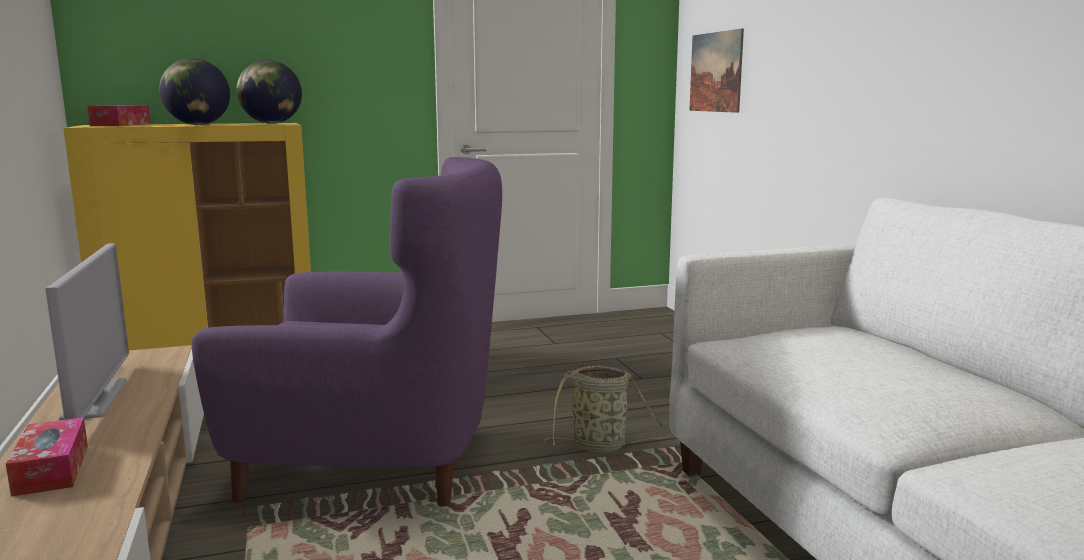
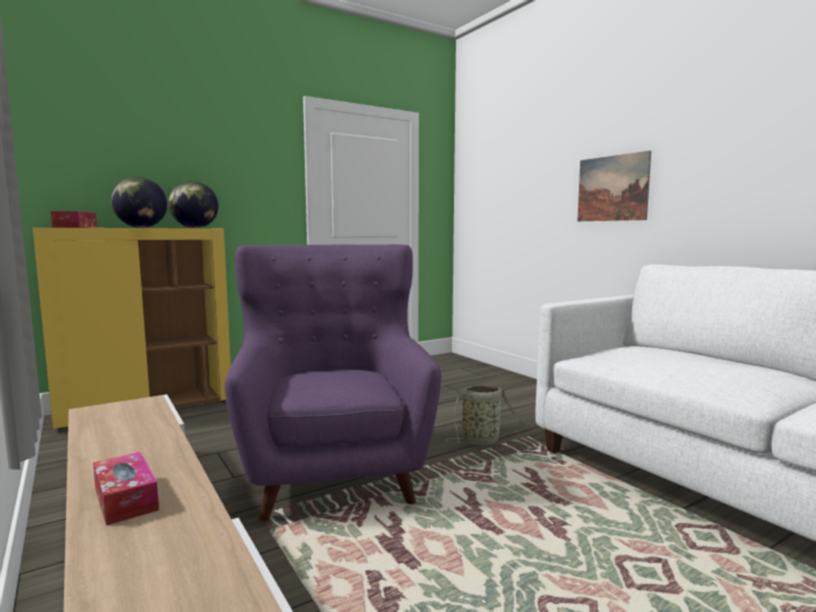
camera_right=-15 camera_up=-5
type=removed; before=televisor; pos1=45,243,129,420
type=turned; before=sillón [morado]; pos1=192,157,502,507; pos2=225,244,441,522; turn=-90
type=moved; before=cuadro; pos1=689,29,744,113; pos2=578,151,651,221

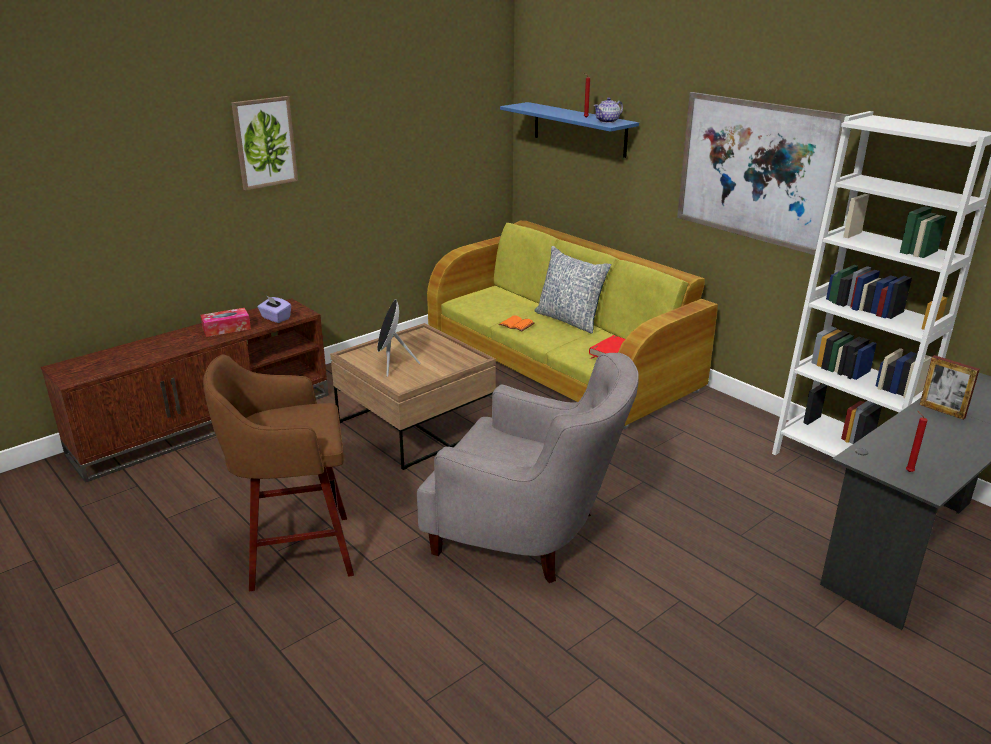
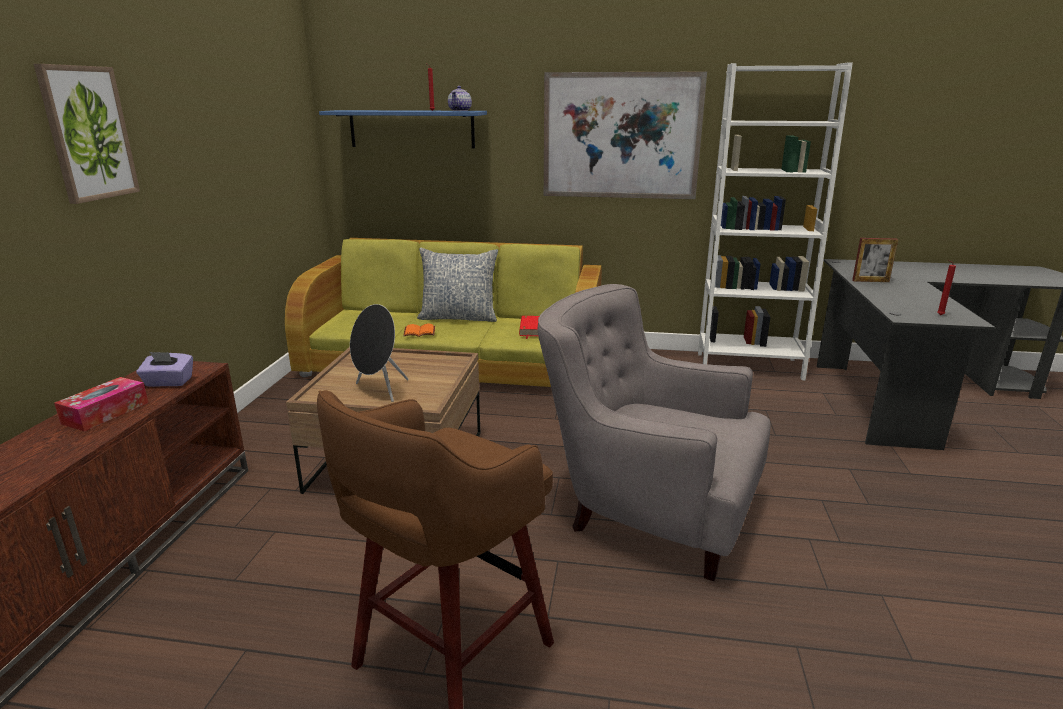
camera_right=-40 camera_up=-5
type=turned; before=sillón [gris]; pos1=417,353,639,583; pos2=538,284,770,581; turn=-135

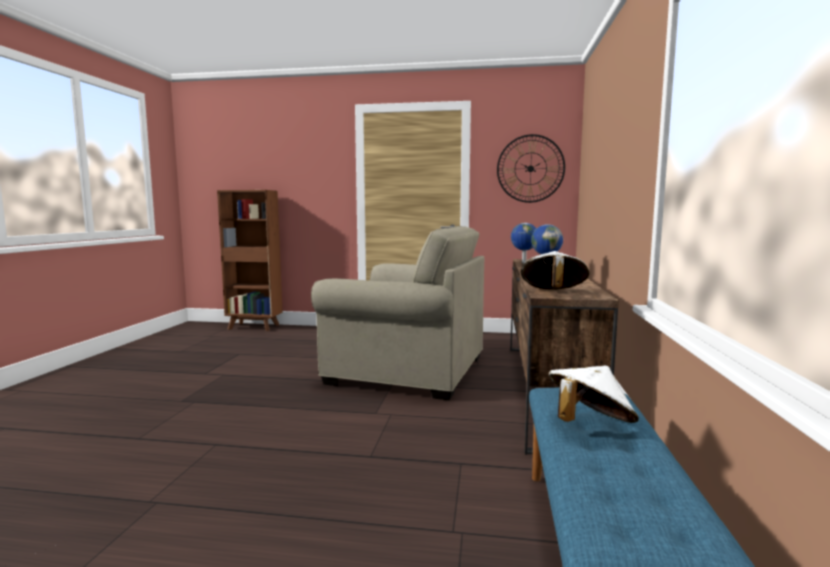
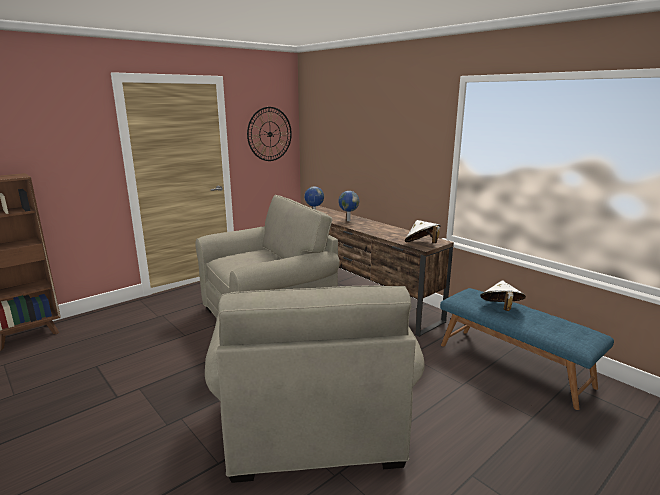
camera_right=-50 camera_up=10
type=added; after=sillón [beis]; pos2=205,285,425,483

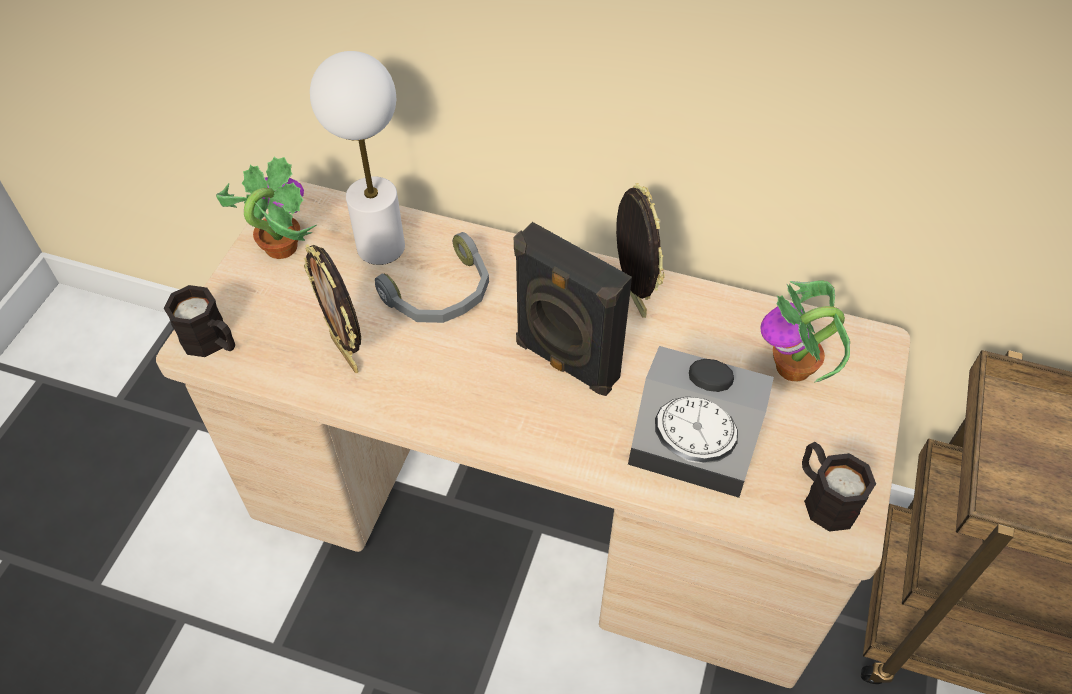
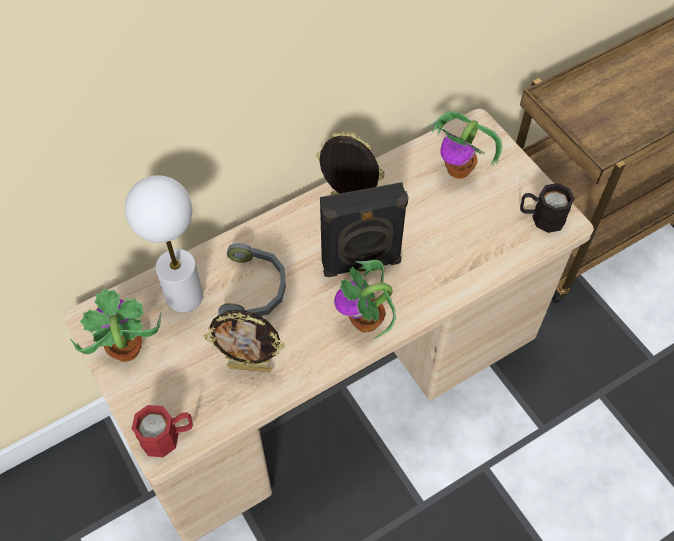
camera_right=-50 camera_up=5
type=recoloured; before=taza grande [negro]; after=taza grande [rojo]; pos1=164,285,235,357; pos2=132,405,193,457
type=removed; before=despertador; pos1=628,346,774,498
type=added; after=planta en maceta; pos2=334,260,396,339

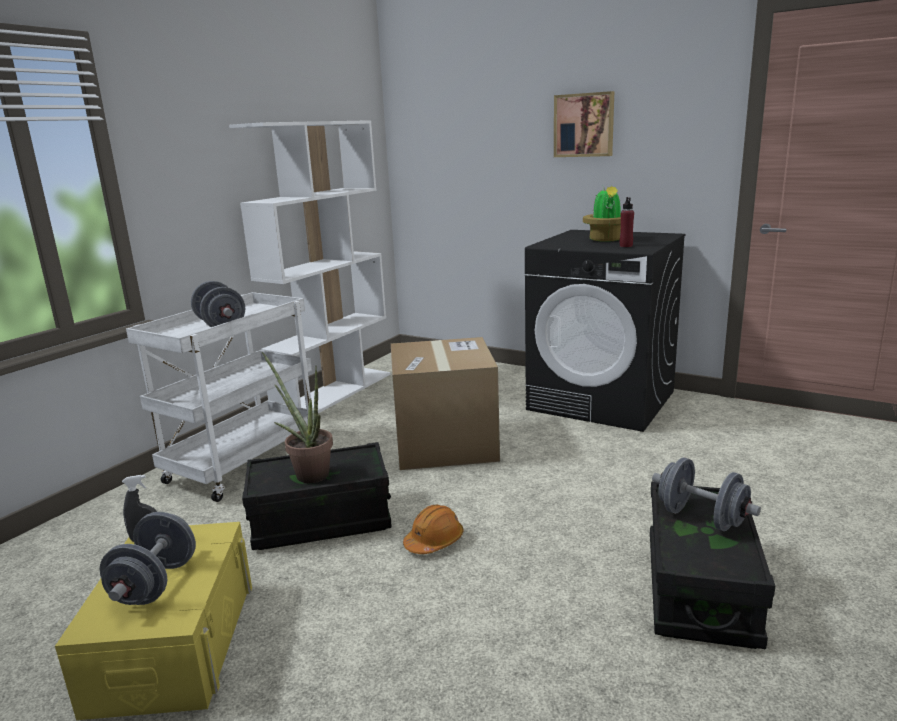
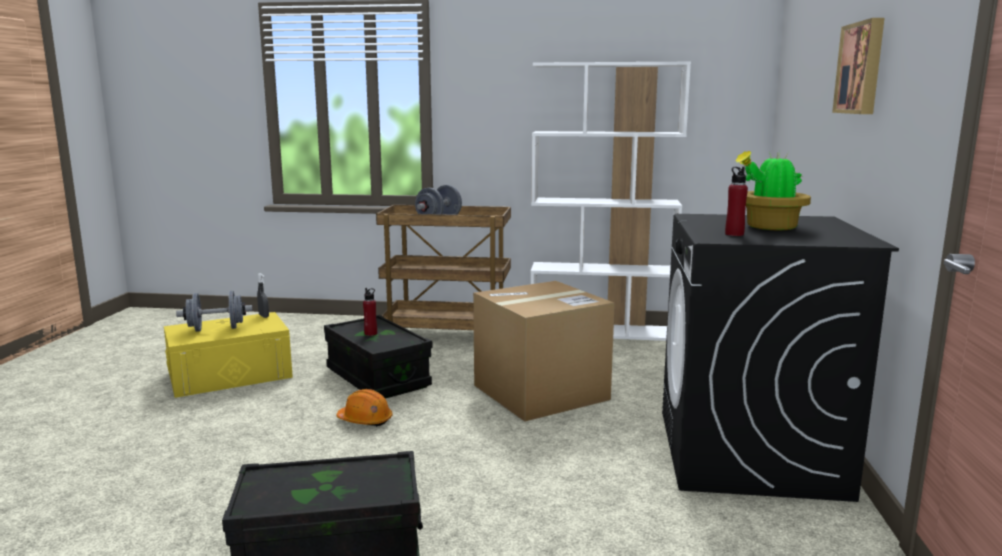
camera_right=65 camera_up=-5
type=recoloured; before=carrito [blanco]; after=carrito [marrón]; pos1=126,292,313,502; pos2=376,205,511,330
type=replaced; before=planta en maceta; after=botella [rojo]; pos1=262,352,333,483; pos2=363,288,377,336
type=removed; before=mancuerna [gris]; pos1=652,457,761,531

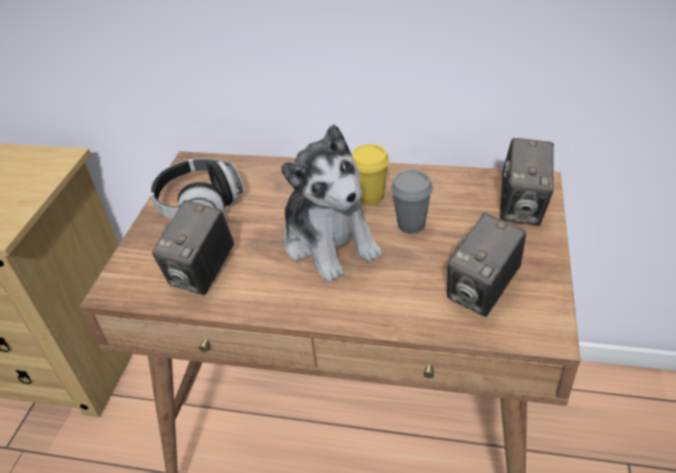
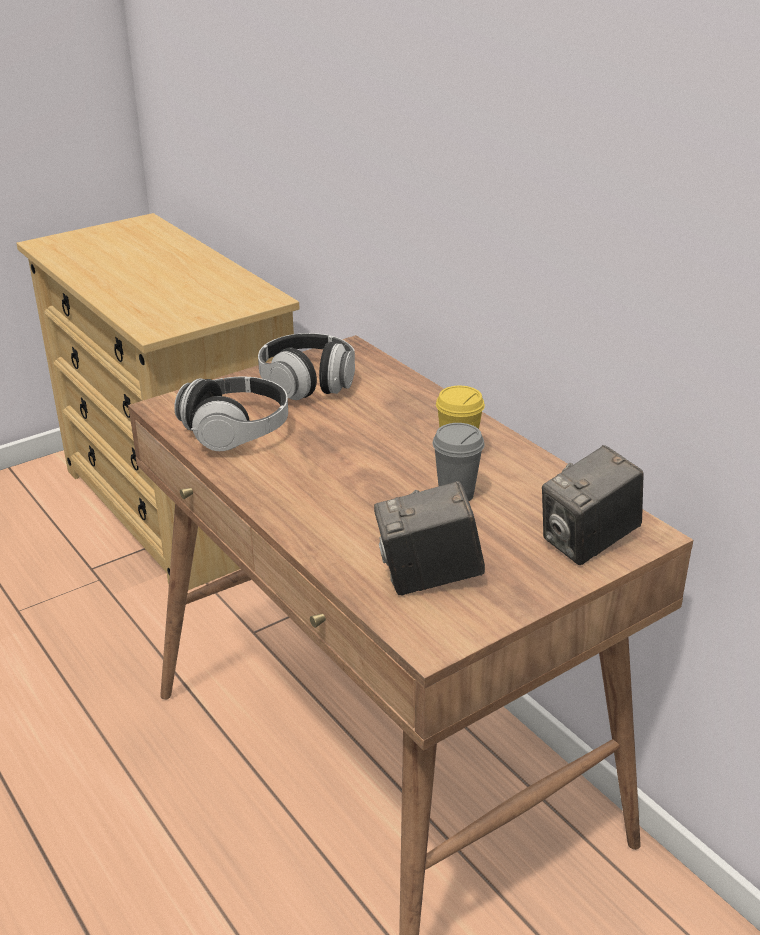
camera_right=40 camera_up=-10
type=replaced; before=cámara; after=auriculares; pos1=152,200,234,295; pos2=174,377,288,451
type=removed; before=peluche; pos1=281,124,383,282

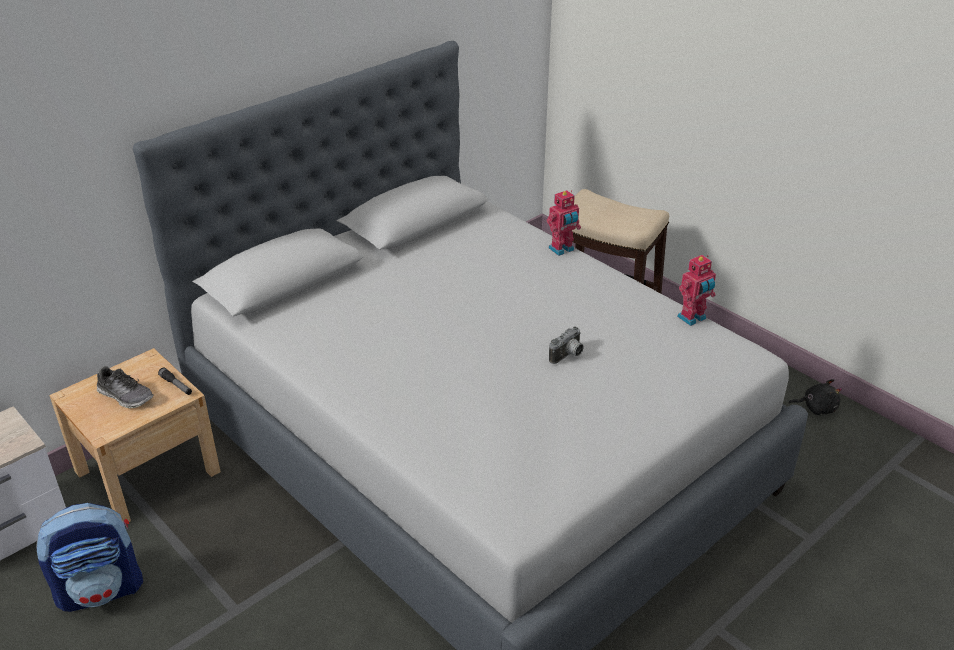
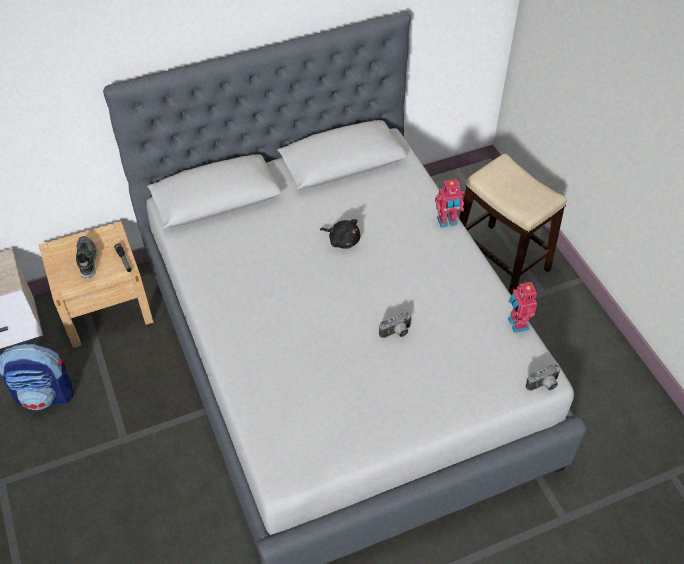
camera_right=20 camera_up=15
type=turned; before=zapato; pos1=97,366,153,408; pos2=76,236,98,279; turn=-150
type=turned; before=robot de juguete; pos1=677,255,716,326; pos2=508,281,537,333; turn=90
type=moved; before=peluche [negro]; pos1=788,379,842,415; pos2=320,219,360,249
type=added; after=cámara; pos2=526,364,561,391

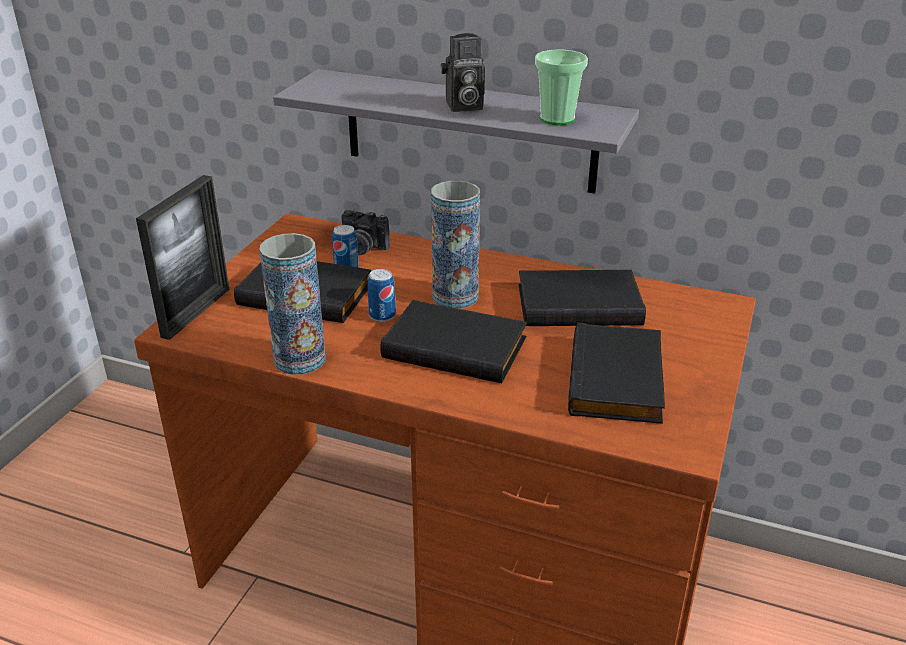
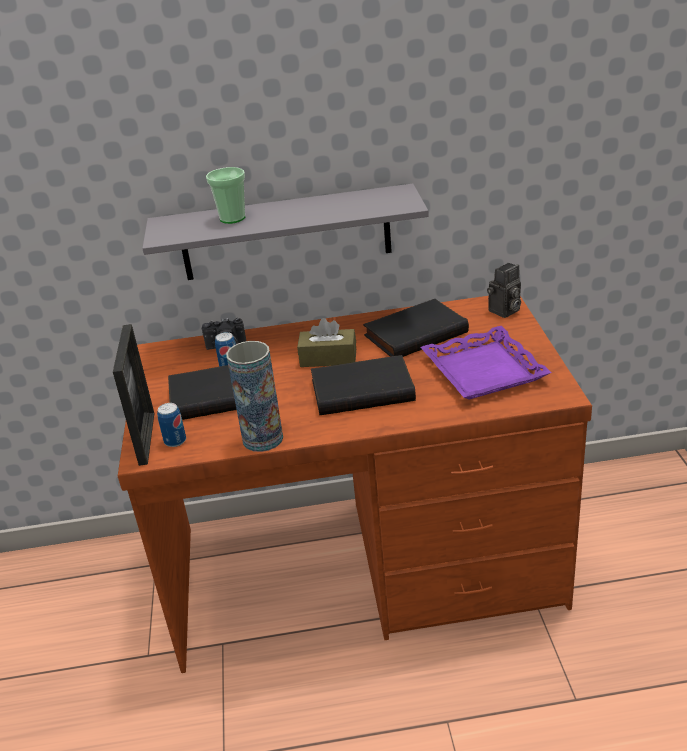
camera_right=-25 camera_up=0
type=moved; before=lata; pos1=367,269,396,322; pos2=157,403,186,447
type=replaced; before=florero; after=caja de pañuelos [marrón]; pos1=431,181,480,309; pos2=297,318,356,367
type=moved; before=cámara; pos1=441,33,485,112; pos2=487,263,521,318
type=moved; before=taza; pos1=535,49,588,125; pos2=206,167,245,224
type=replaced; before=libro [negro]; after=bandeja [morado]; pos1=568,322,665,424; pos2=420,326,552,400

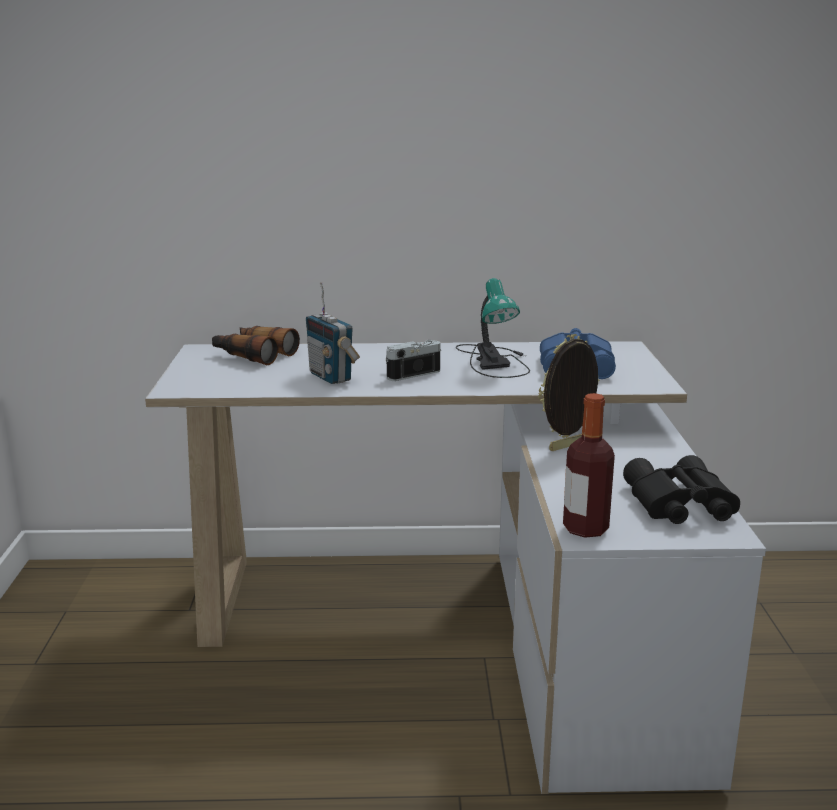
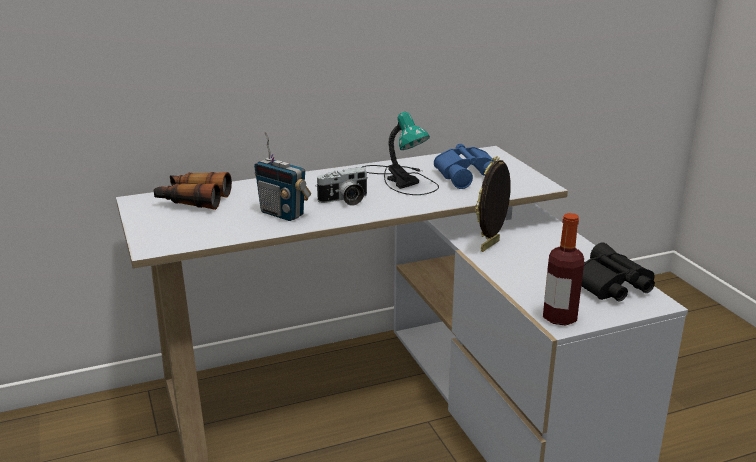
camera_right=-20 camera_up=5
type=turned; before=cámara; pos1=386,340,441,381; pos2=316,167,368,206; turn=-150

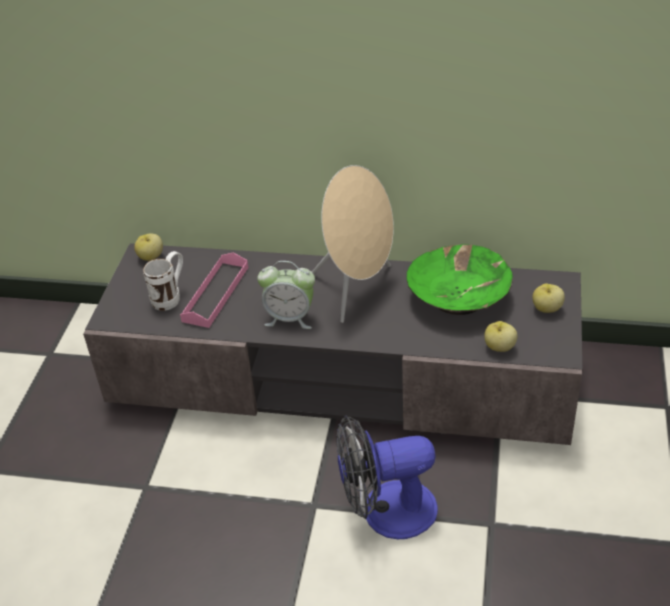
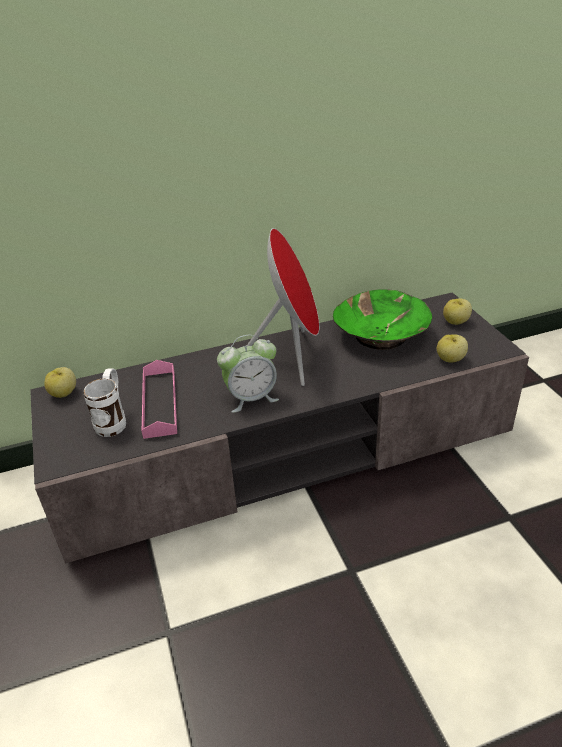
camera_right=-30 camera_up=-5
type=recoloured; before=altavoz [beis]; after=altavoz [rojo]; pos1=312,165,394,323; pos2=247,228,320,386
type=removed; before=ventilador; pos1=336,415,438,539

